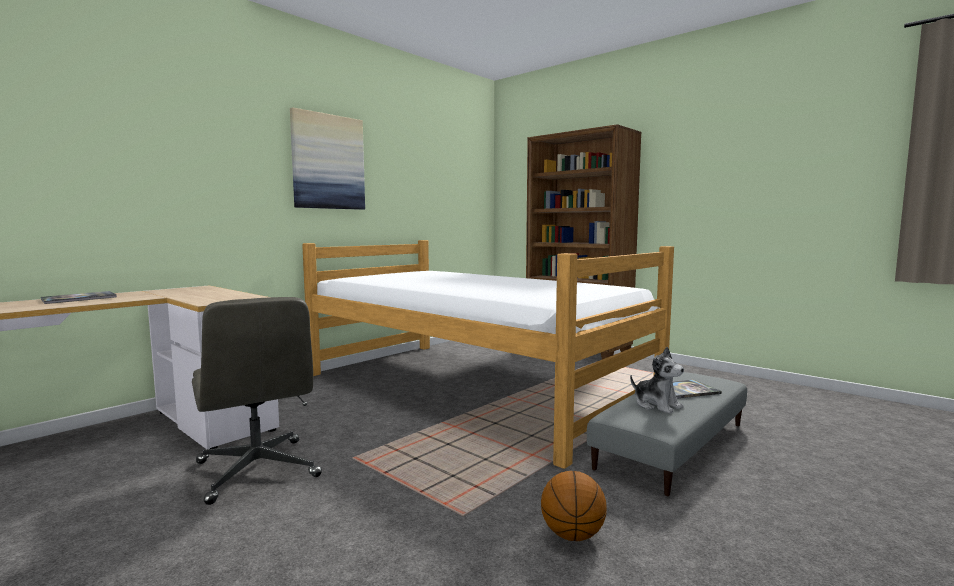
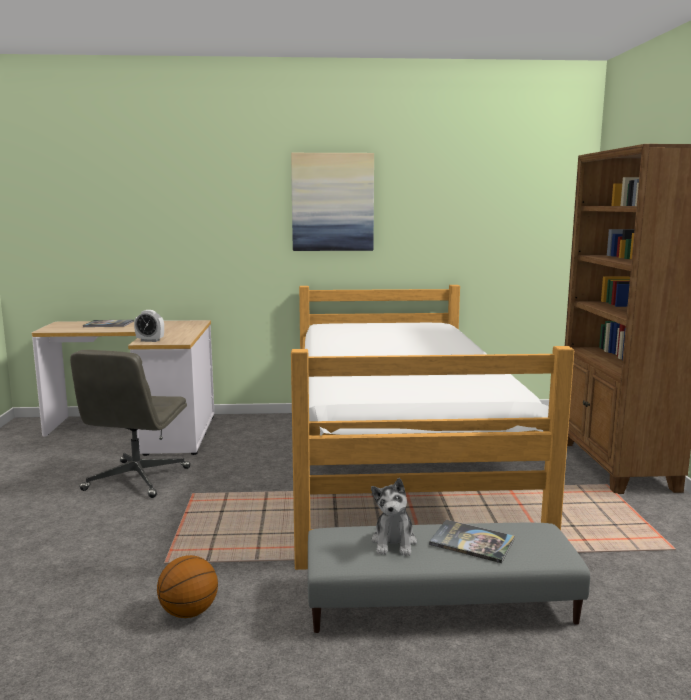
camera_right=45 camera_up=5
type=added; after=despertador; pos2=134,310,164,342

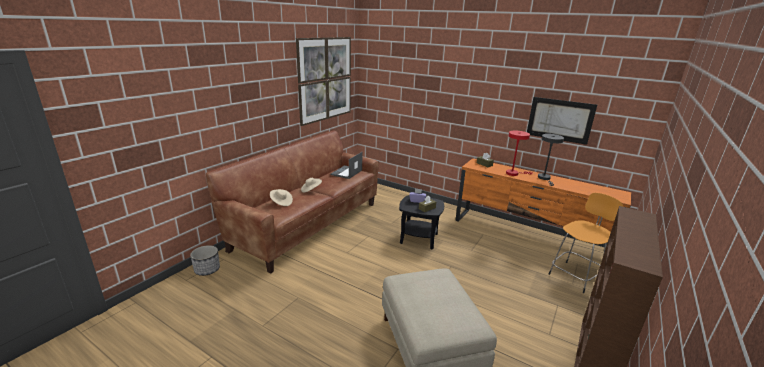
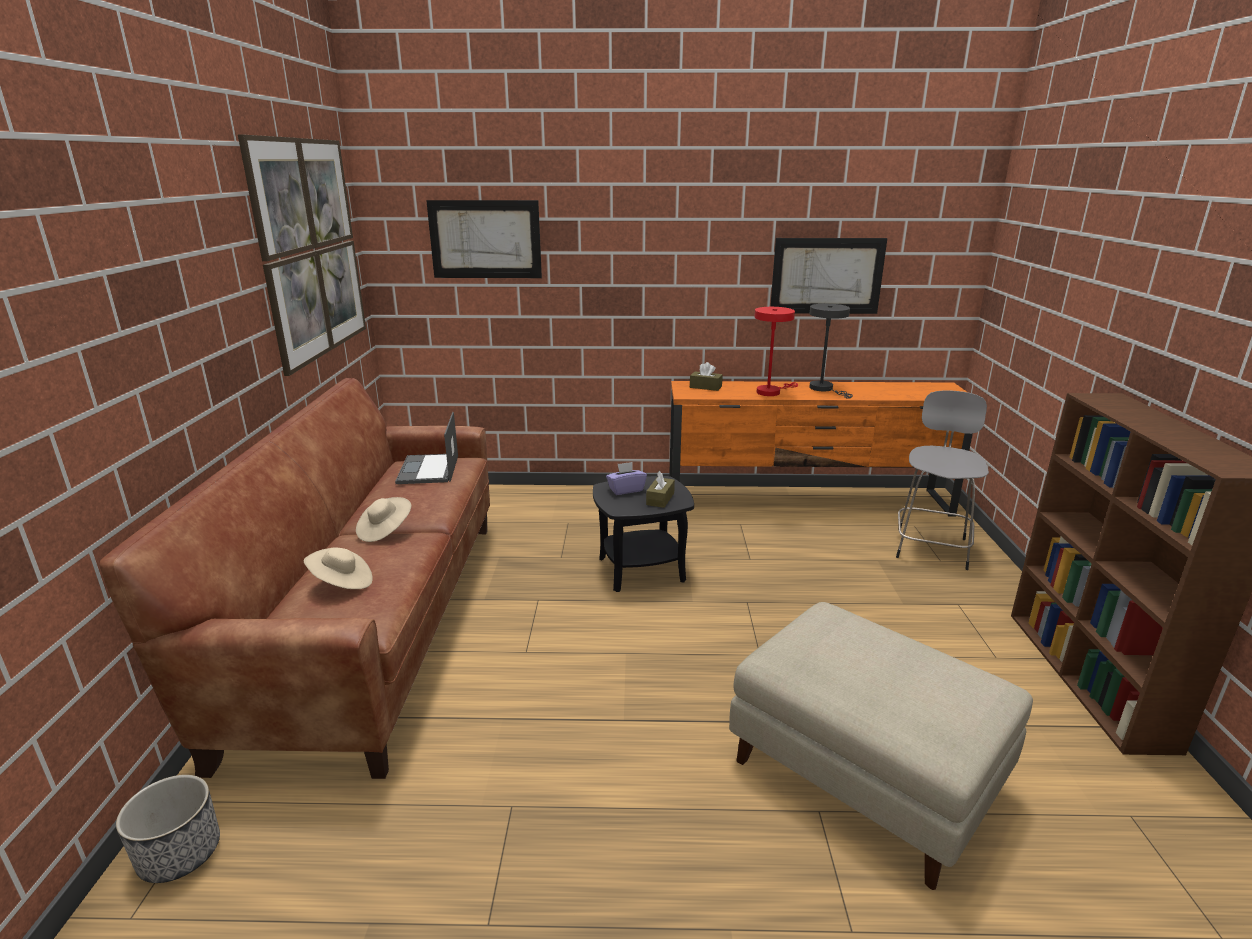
camera_right=-30 camera_up=0
type=recoloured; before=taburete [naranja]; after=taburete [gris]; pos1=549,193,623,293; pos2=896,390,989,570
type=added; after=cuadro; pos2=426,200,542,278

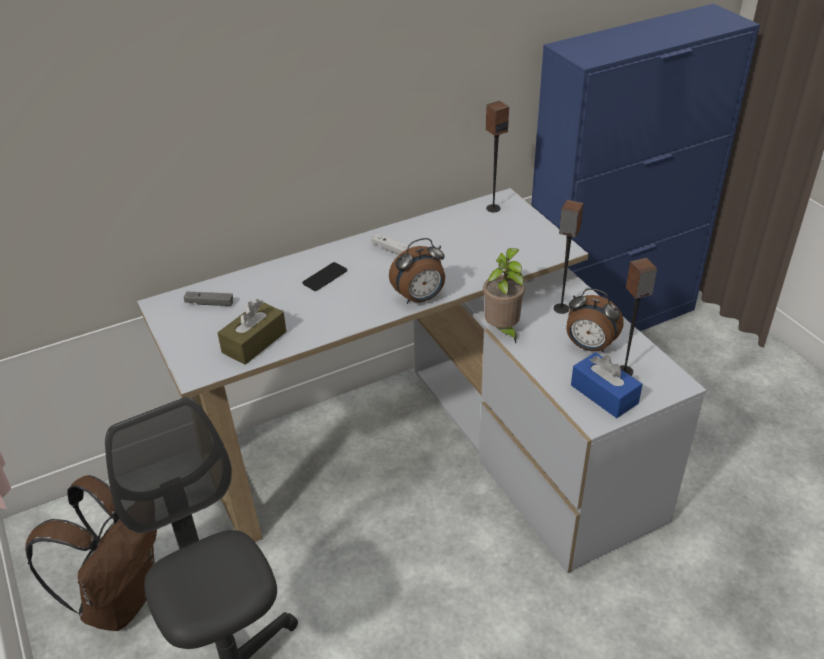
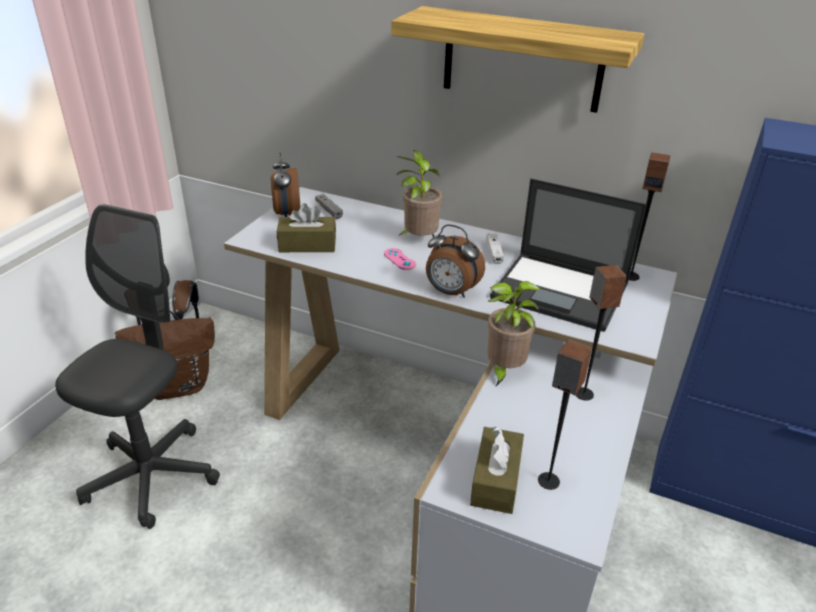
camera_right=50 camera_up=-5
type=replaced; before=móvil; after=planta en maceta; pos1=302,262,347,291; pos2=396,150,443,236
type=moved; before=despertador; pos1=566,288,624,352; pos2=271,153,300,217
type=recoloured; before=caja de pañuelos [azul]; after=caja de pañuelos [marrón]; pos1=571,352,643,418; pos2=470,427,524,514
type=added; after=mando de consola [rosa]; pos2=384,248,416,270
type=added; after=estante; pos2=391,6,644,113
type=added; after=portátil; pos2=490,178,647,332

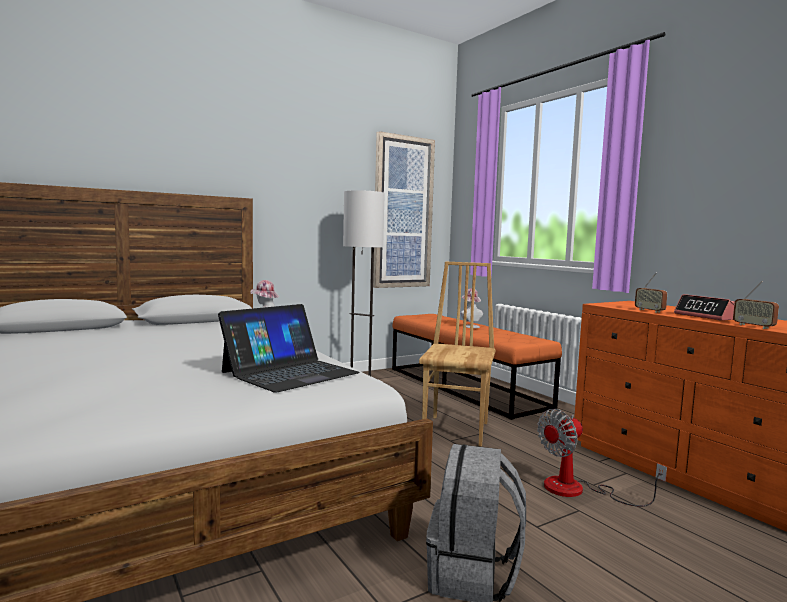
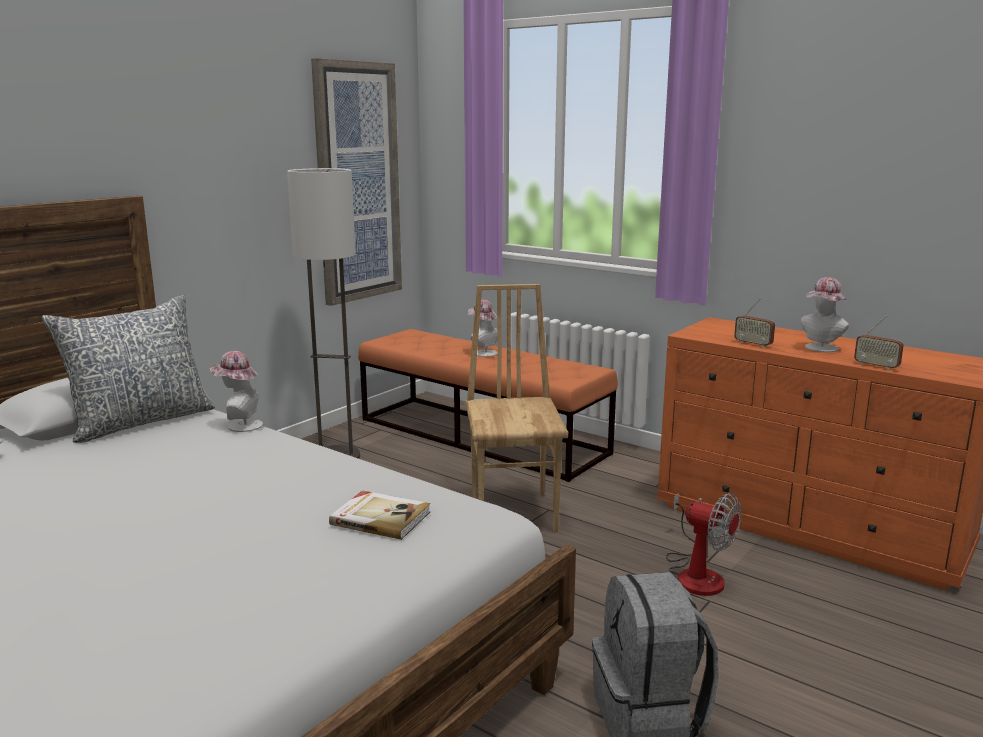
camera_right=-20 camera_up=10
type=replaced; before=portátil; after=libro; pos1=218,304,360,393; pos2=329,490,430,540
type=turned; before=ventilador; pos1=537,409,667,507; pos2=666,493,741,596; turn=-90
type=replaced; before=despertador; after=sombrero; pos1=674,294,735,321; pos2=801,277,849,352
type=added; after=cojín; pos2=42,295,215,443

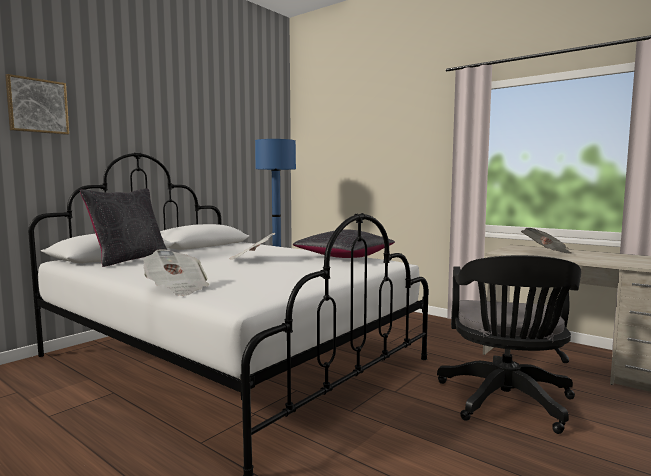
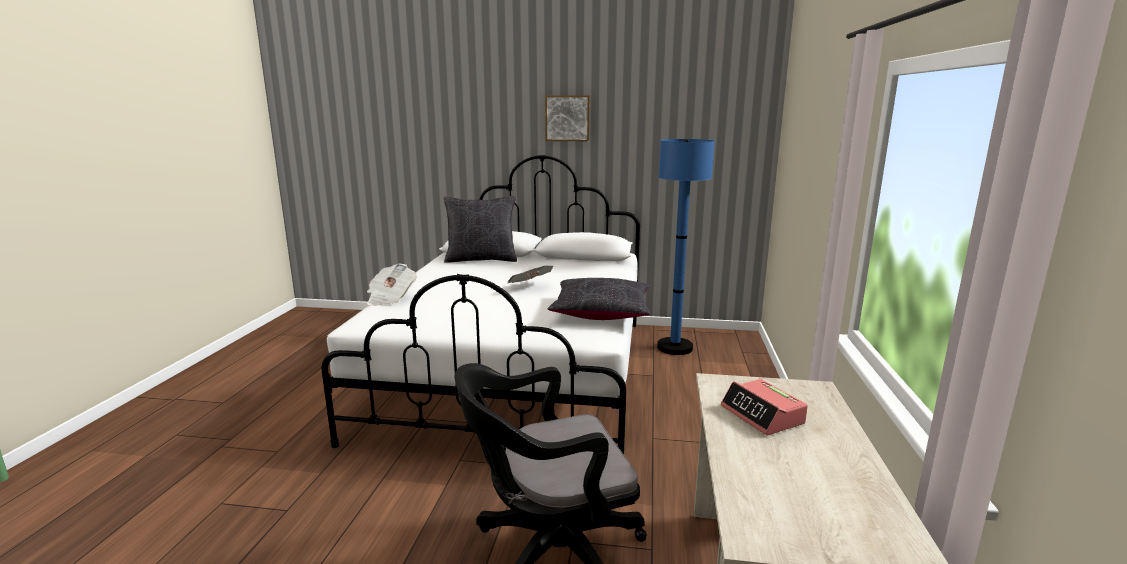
camera_right=60 camera_up=10
type=moved; before=cuadro; pos1=5,74,69,135; pos2=545,95,590,141
type=replaced; before=periódico; after=despertador; pos1=521,228,572,253; pos2=721,379,808,435

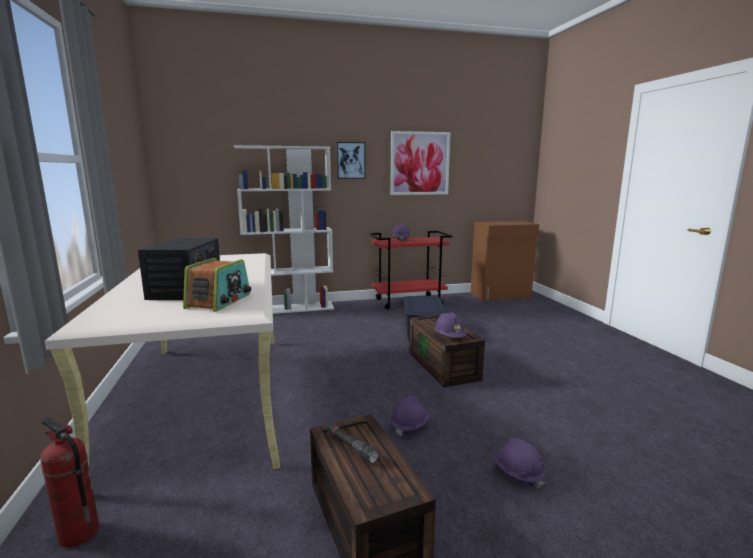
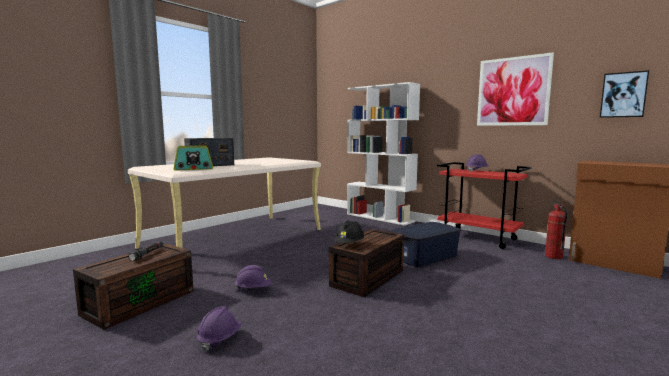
camera_right=55 camera_up=-5
type=moved; before=extintor; pos1=40,417,100,548; pos2=545,200,567,259
type=moved; before=cuadro; pos1=337,142,365,179; pos2=600,70,649,118
type=recoloured; before=casco [morado]; after=casco [negro]; pos1=434,312,467,338; pos2=333,220,364,243

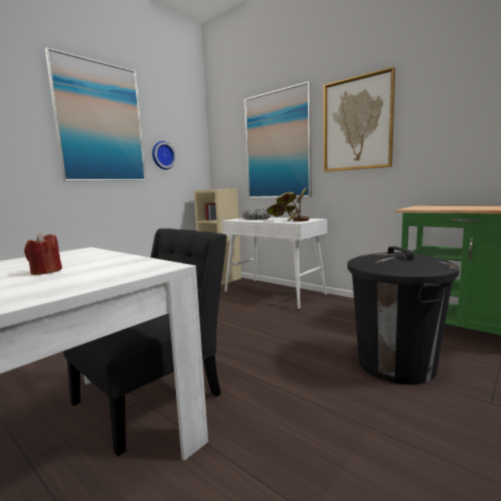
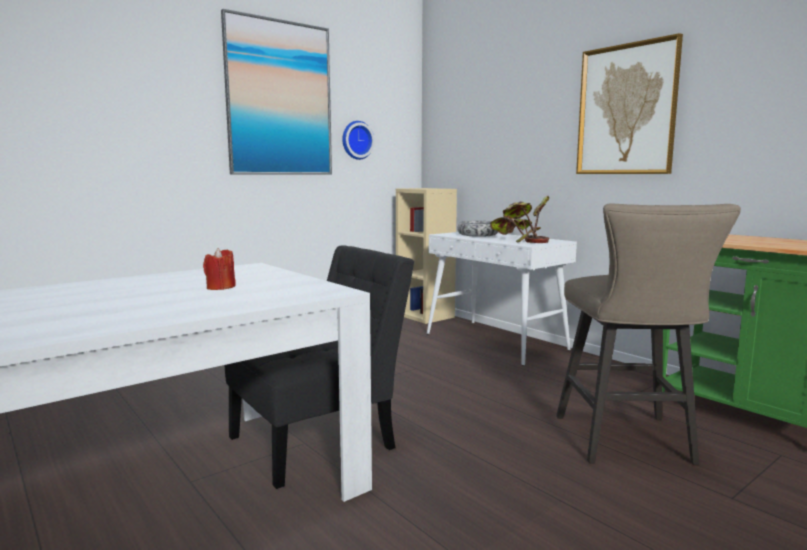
camera_right=10 camera_up=0
type=removed; before=cuadro; pos1=244,81,312,198
type=replaced; before=papelera [negro]; after=taburete [beis]; pos1=347,246,459,385; pos2=556,203,741,465

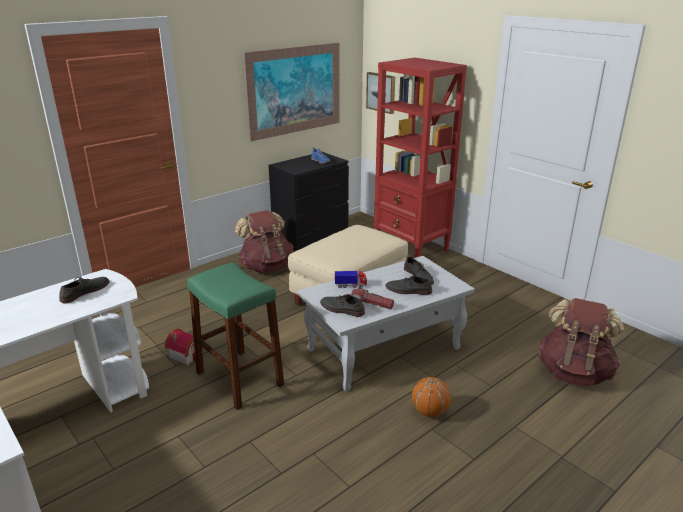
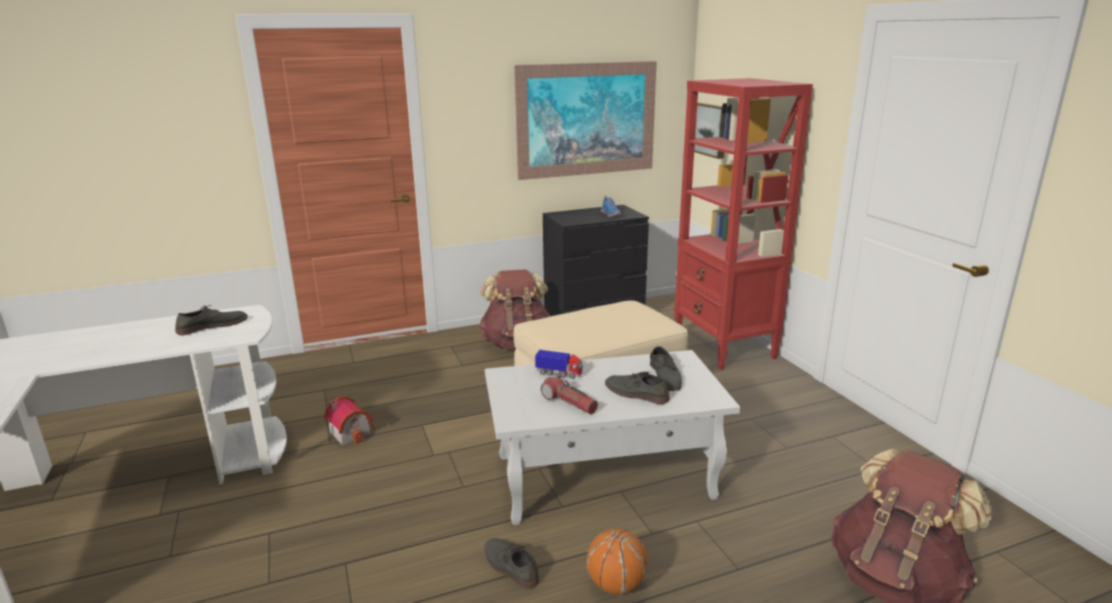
camera_right=20 camera_up=-5
type=removed; before=taburete [verde]; pos1=187,263,284,410
type=moved; before=zapato [gris]; pos1=320,294,365,317; pos2=484,538,539,589

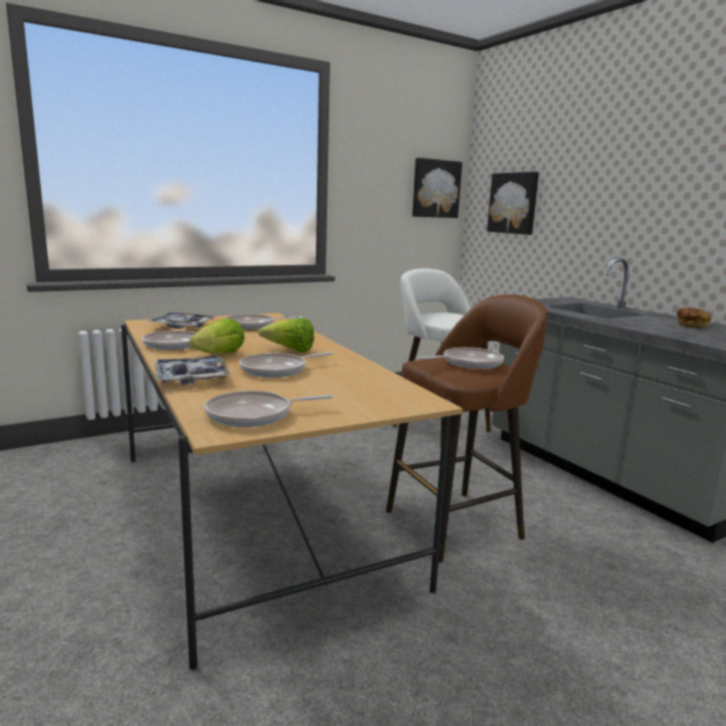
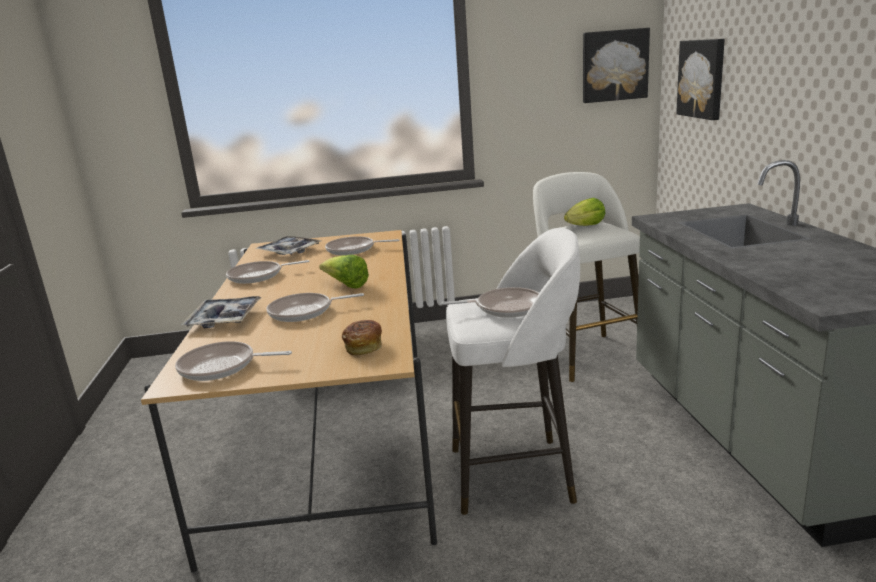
camera_right=25 camera_up=5
type=moved; before=lechuga; pos1=189,318,245,354; pos2=564,198,605,226
type=recoloured; before=taburete [marrón]; after=taburete [blanco]; pos1=386,294,548,563; pos2=446,228,580,515
type=moved; before=pan; pos1=677,308,711,328; pos2=342,320,382,355

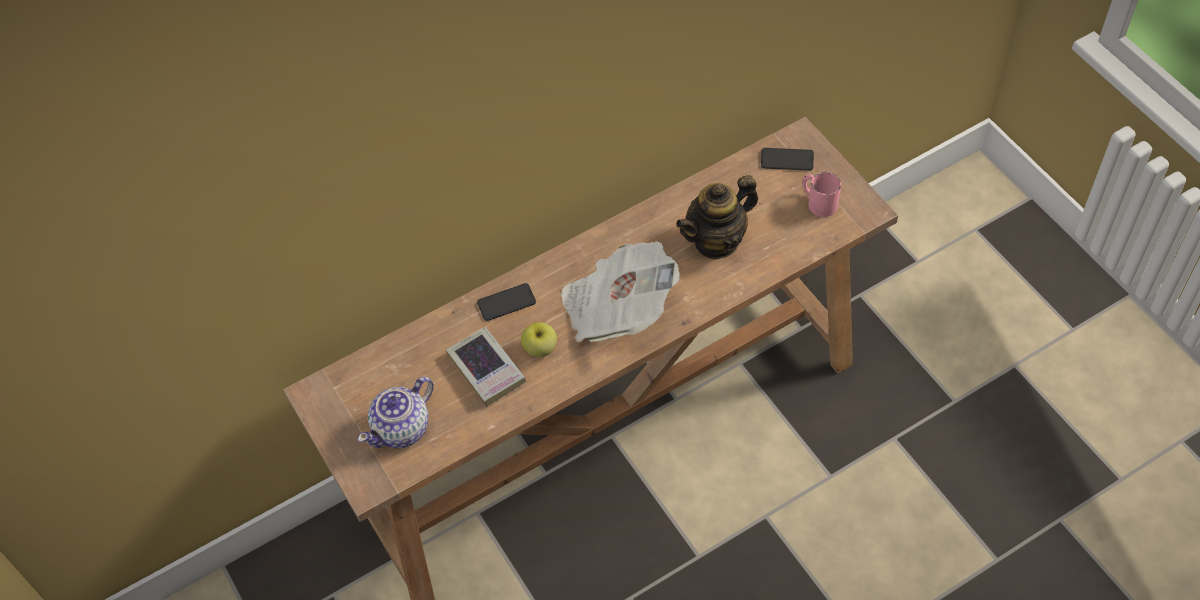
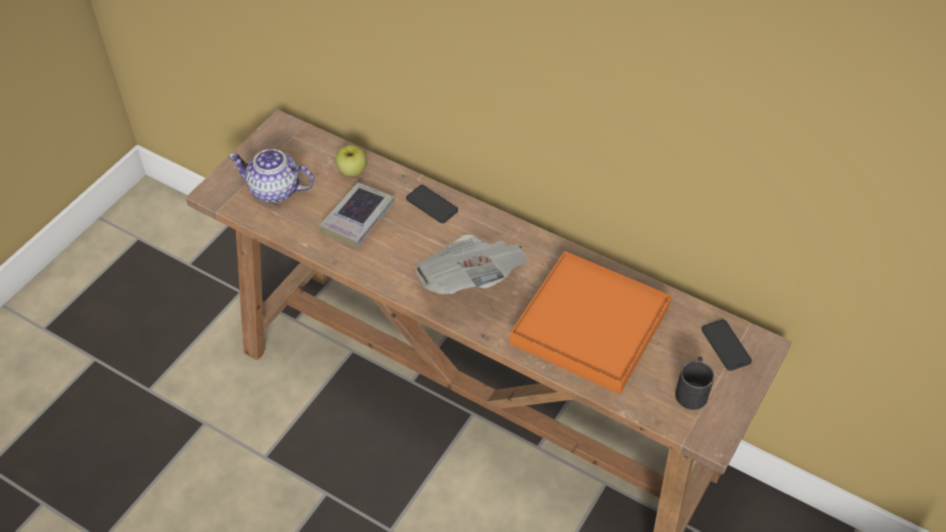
camera_right=60 camera_up=-5
type=moved; before=manzana; pos1=521,322,557,357; pos2=335,145,367,176
type=replaced; before=tetera; after=bandeja [naranja]; pos1=676,175,758,260; pos2=510,251,672,394
type=recoloured; before=taza grande [rosa]; after=taza grande [negro]; pos1=802,172,841,217; pos2=675,357,714,410

